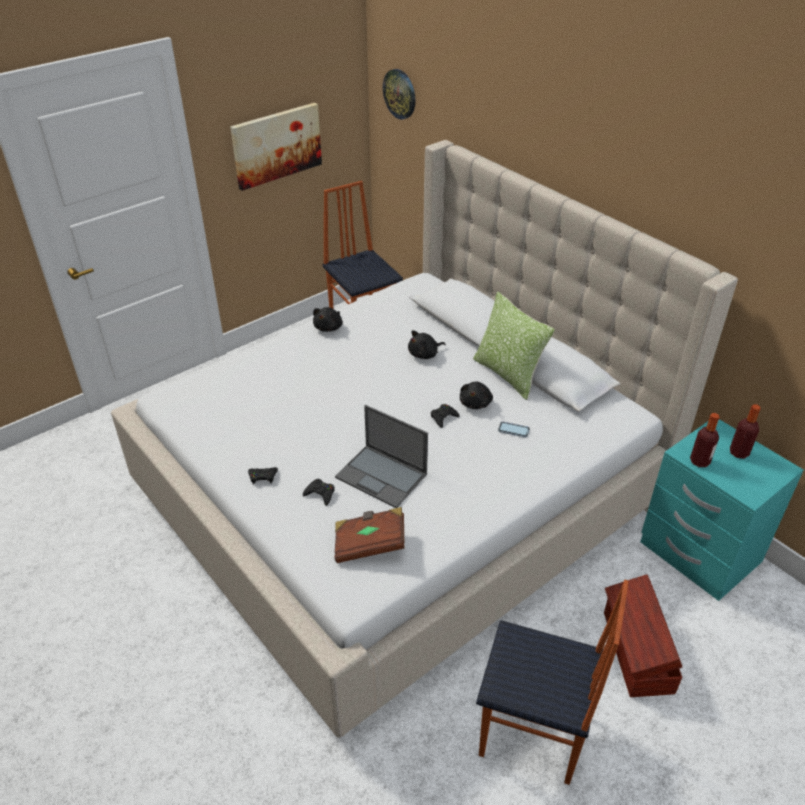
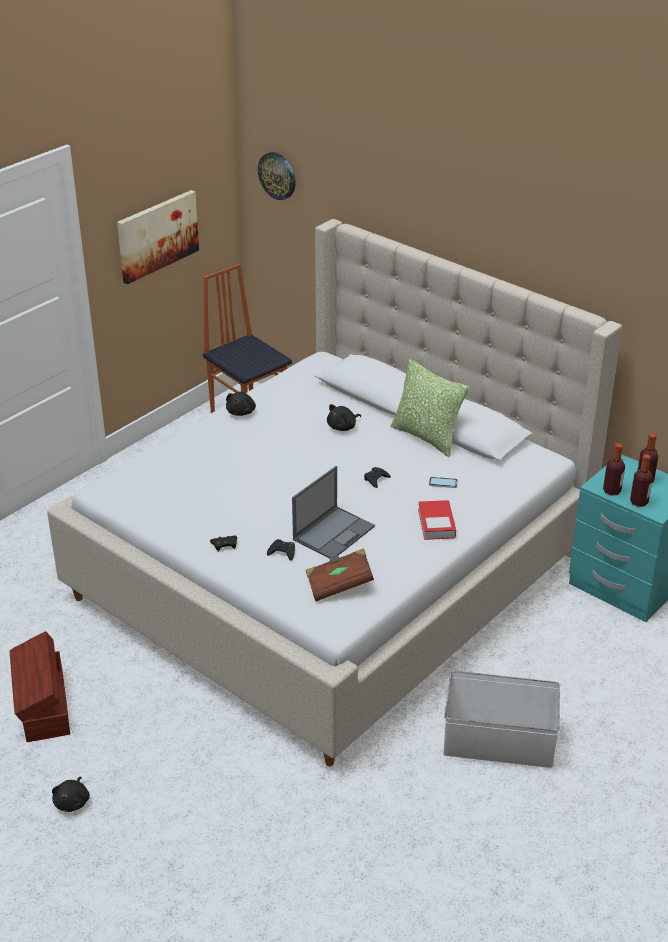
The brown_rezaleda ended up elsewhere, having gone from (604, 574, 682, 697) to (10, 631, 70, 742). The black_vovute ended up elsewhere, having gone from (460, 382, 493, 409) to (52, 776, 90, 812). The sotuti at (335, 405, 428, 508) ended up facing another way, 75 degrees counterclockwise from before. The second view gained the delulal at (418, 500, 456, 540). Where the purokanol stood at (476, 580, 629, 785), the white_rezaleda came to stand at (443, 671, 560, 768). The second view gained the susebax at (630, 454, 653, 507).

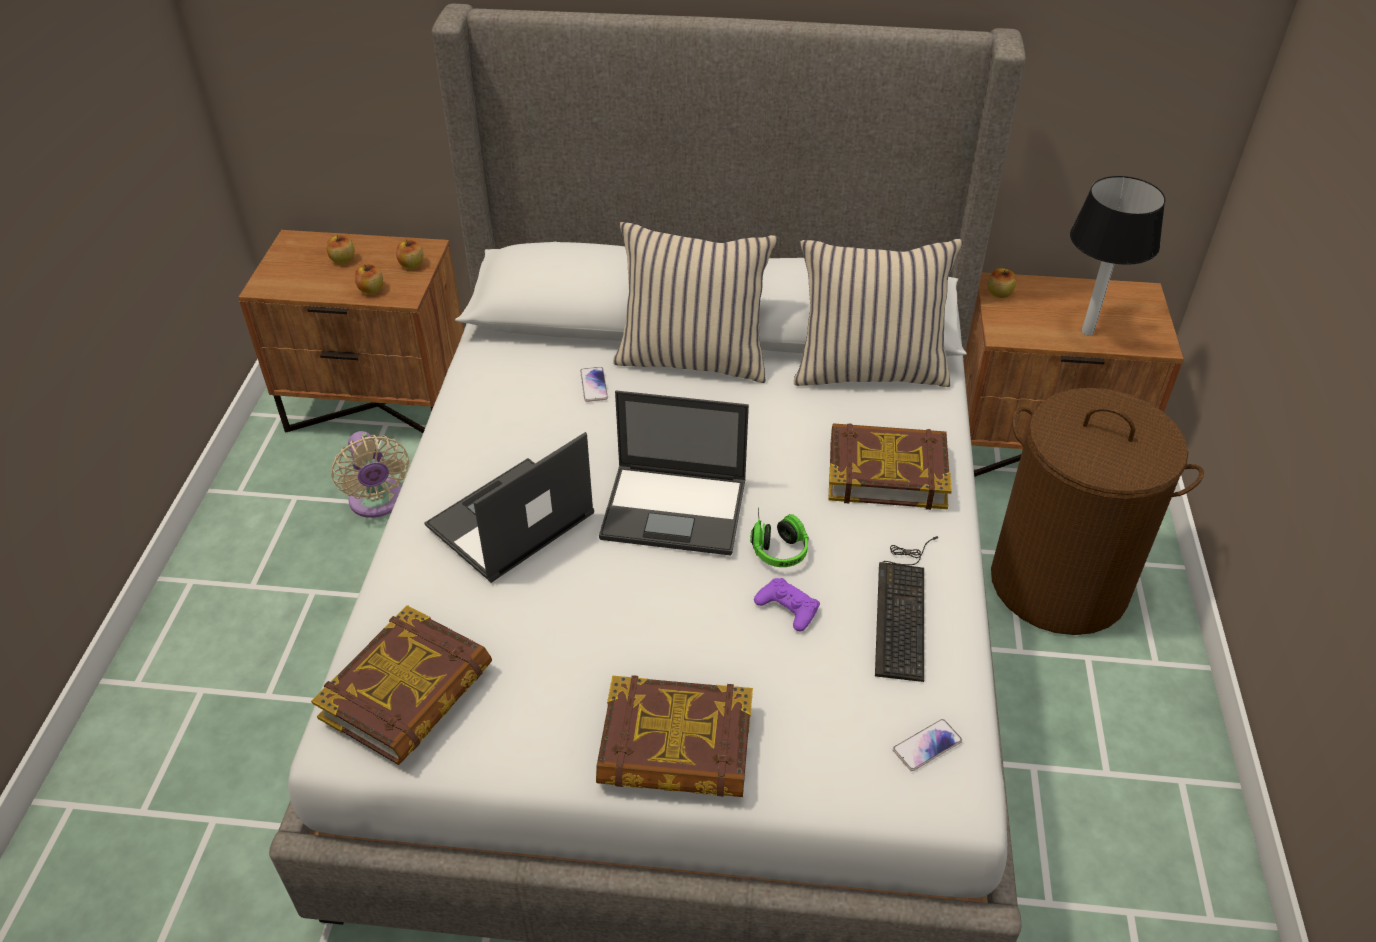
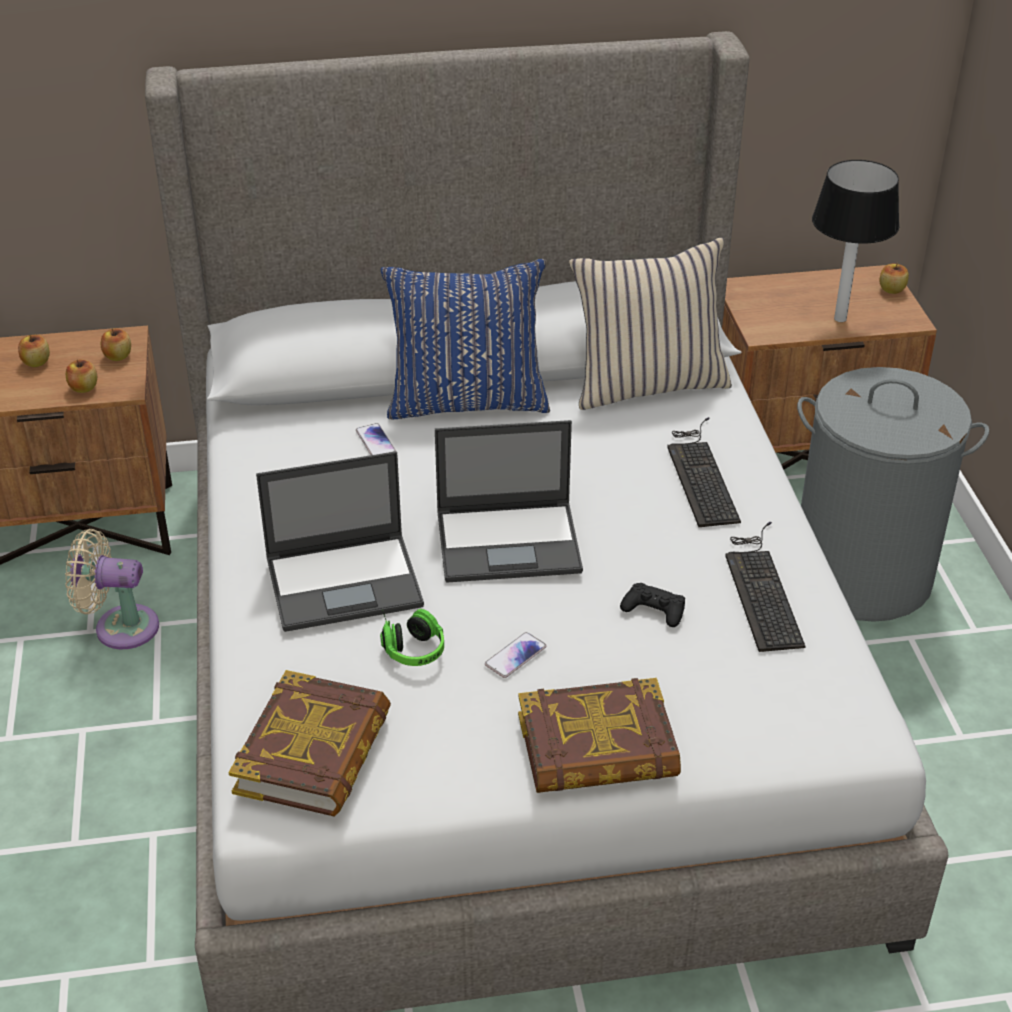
The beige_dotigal at (331, 431, 409, 518) ended up facing another way, 135 degrees clockwise from before. The sotuti at (424, 432, 594, 583) ended up facing another way, 135 degrees counterclockwise from before. The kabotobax ended up elsewhere, having gone from (750, 508, 809, 567) to (380, 609, 444, 666). What was the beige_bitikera at (613, 222, 778, 383) turned into the blue_bitikera at (381, 258, 550, 419). The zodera ended up elsewhere, having gone from (893, 719, 962, 771) to (485, 632, 547, 678). What was the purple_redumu at (754, 578, 820, 631) turned into the black_redumu at (620, 583, 685, 627). Where the delulal stood at (829, 423, 952, 510), the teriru came to stand at (667, 417, 741, 527). What was the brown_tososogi at (991, 388, 1204, 635) turned into the grey_tososogi at (797, 367, 989, 622). The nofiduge ended up elsewhere, having gone from (988, 268, 1016, 298) to (879, 263, 909, 294).

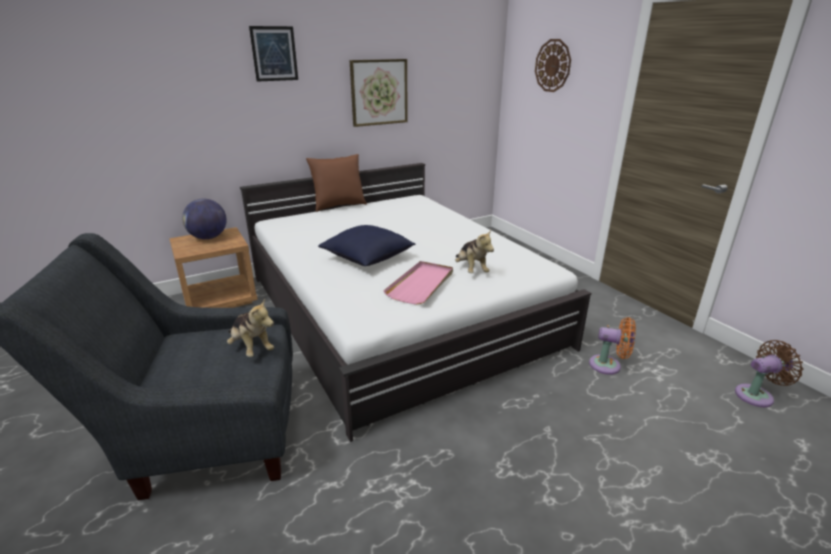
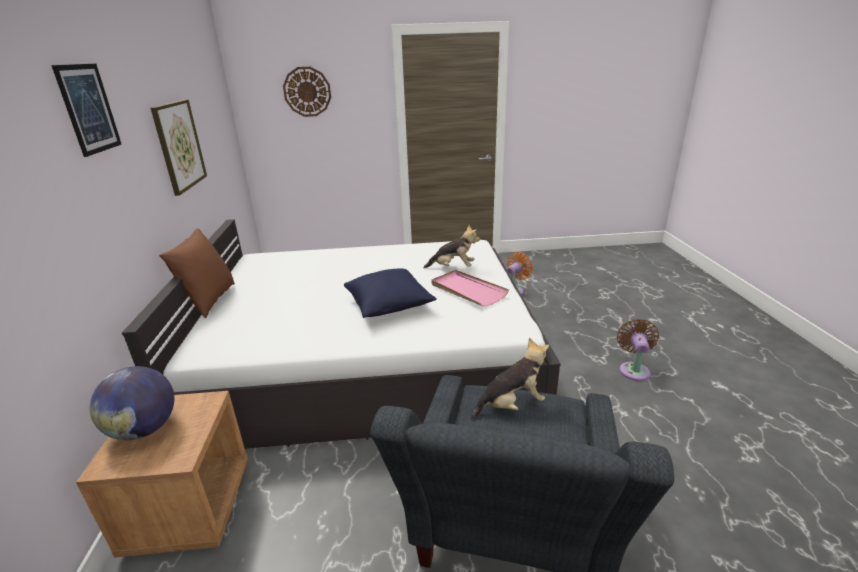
The brown_dotigal ended up elsewhere, having gone from (735, 340, 804, 407) to (617, 319, 659, 381).

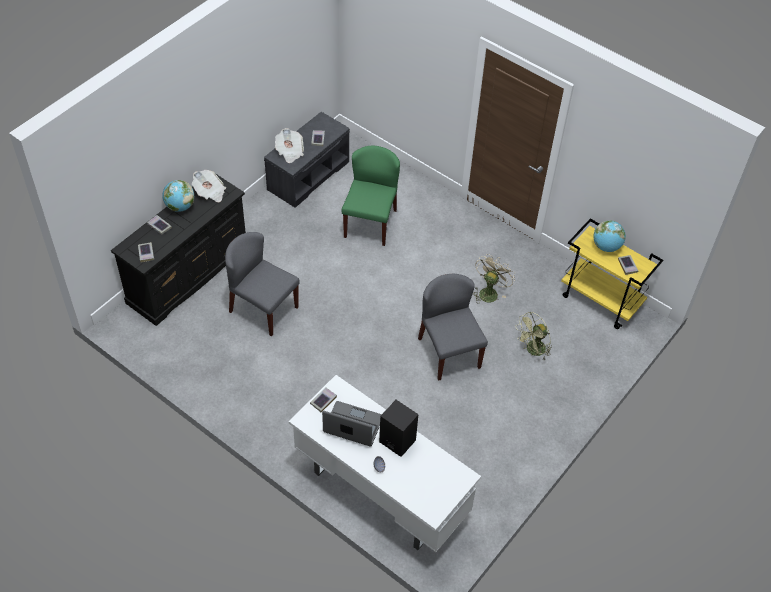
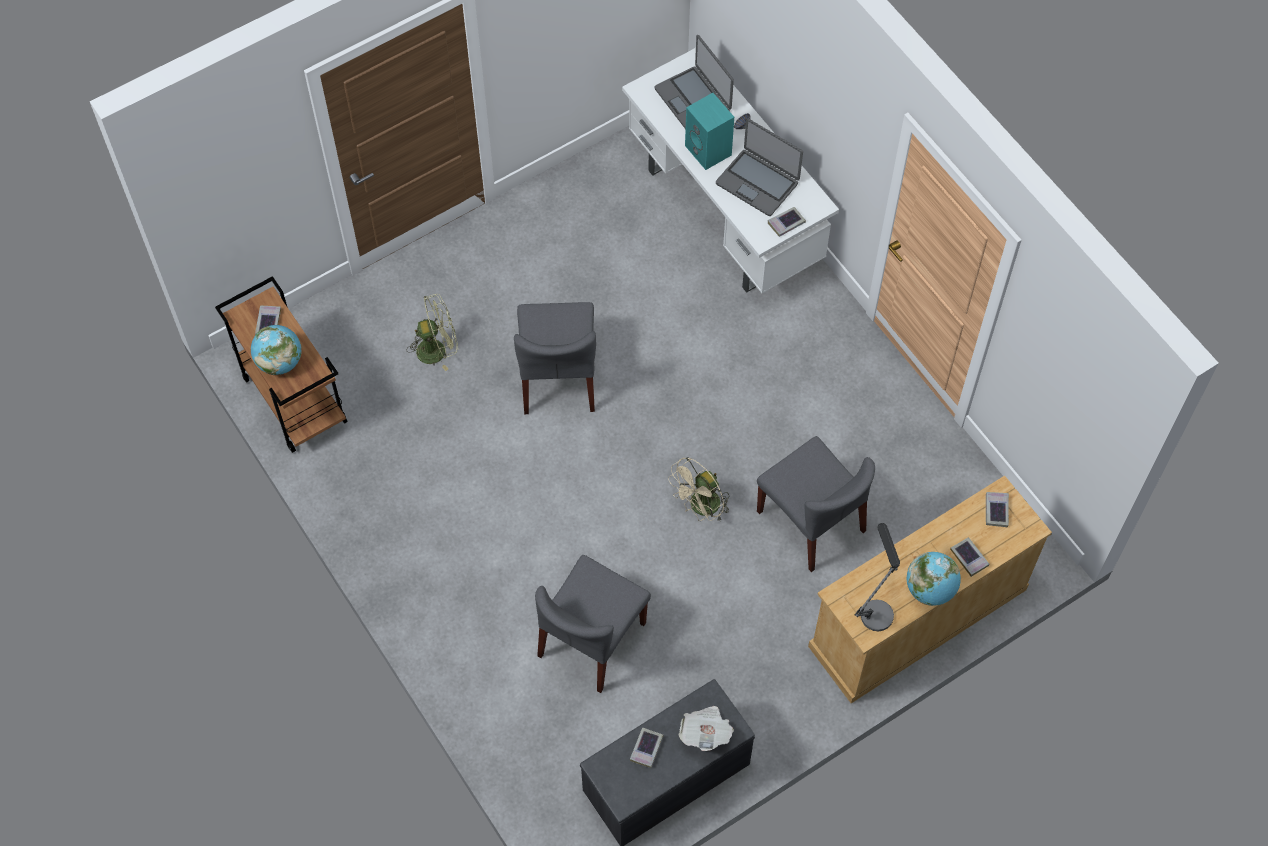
What was the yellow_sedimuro at (561, 218, 663, 329) turned into the brown_sedimuro at (215, 276, 348, 453). What was the green_purokanol at (341, 146, 400, 246) turned into the grey_purokanol at (535, 555, 651, 693). The second view gained the sotuti at (654, 35, 734, 129). The beige_dotigal ended up elsewhere, having gone from (474, 254, 515, 304) to (668, 457, 729, 522). What was the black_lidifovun at (379, 400, 419, 457) turned into the turquoise_lidifovun at (685, 93, 734, 170). What was the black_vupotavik at (111, 173, 246, 326) turned into the beige_vupotavik at (808, 476, 1052, 703). Where the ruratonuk stood at (192, 170, 226, 202), the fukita came to stand at (855, 523, 900, 631).

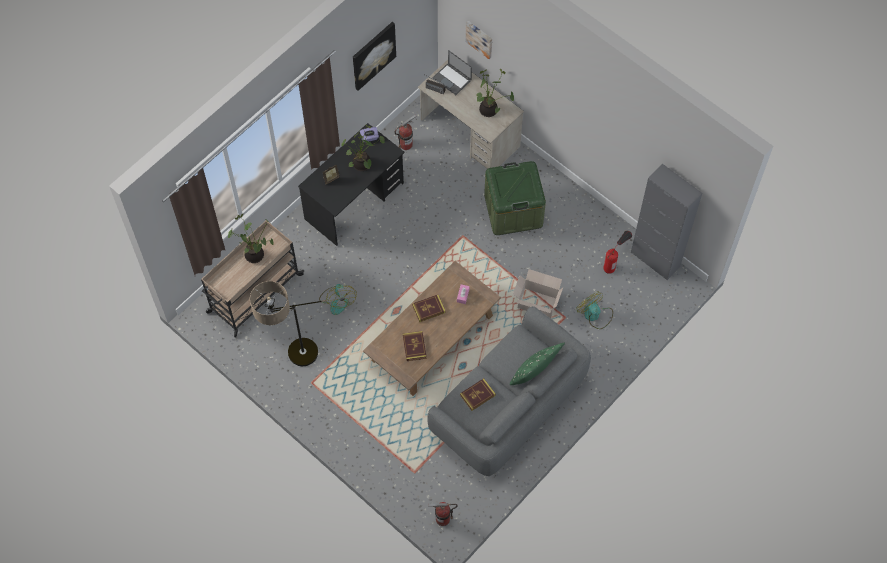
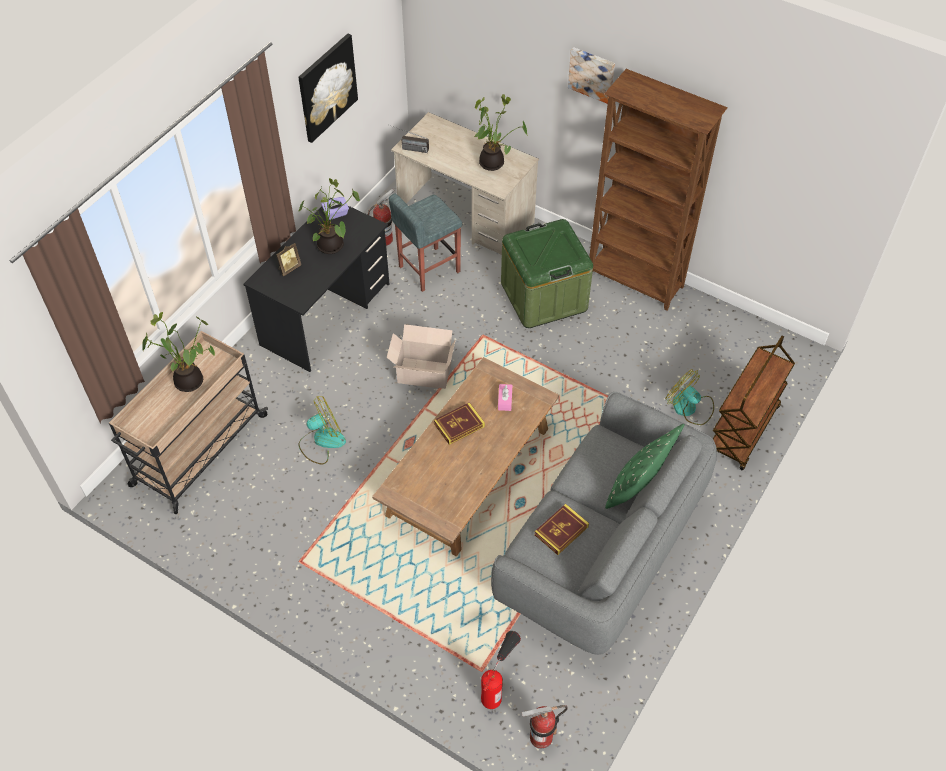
The dotigal at (319, 284, 357, 315) ended up facing another way, 90 degrees counterclockwise from before. The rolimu ended up elsewhere, having gone from (513, 269, 563, 318) to (387, 324, 456, 389). The second view gained the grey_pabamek at (389, 193, 462, 292). The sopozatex ended up elsewhere, having gone from (603, 231, 632, 274) to (481, 631, 521, 709). The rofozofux ended up elsewhere, having gone from (466, 21, 492, 59) to (568, 47, 615, 104). The second view gained the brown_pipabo at (589, 69, 728, 311). The second view gained the brown_sedimuro at (713, 336, 795, 471). The second view lost the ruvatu at (250, 281, 327, 366). The second view lost the delulal at (403, 331, 427, 361). The second view lost the sotuti at (432, 50, 472, 95). The second view lost the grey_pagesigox at (631, 164, 702, 280).

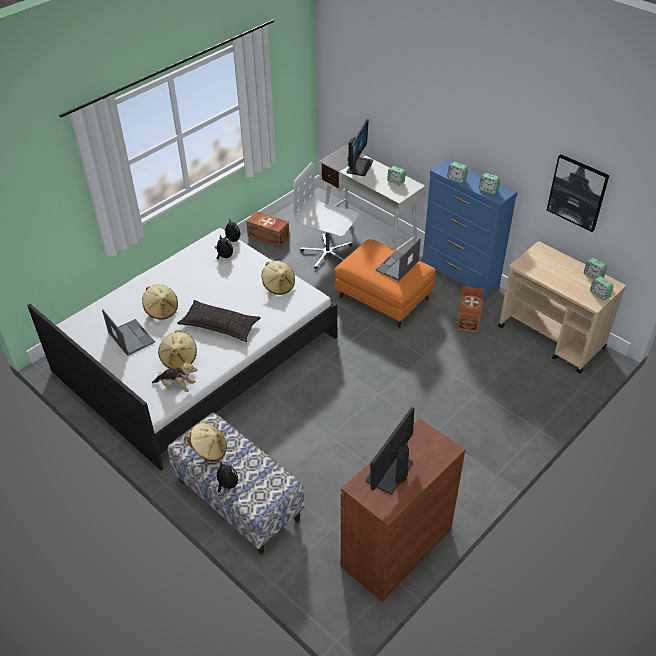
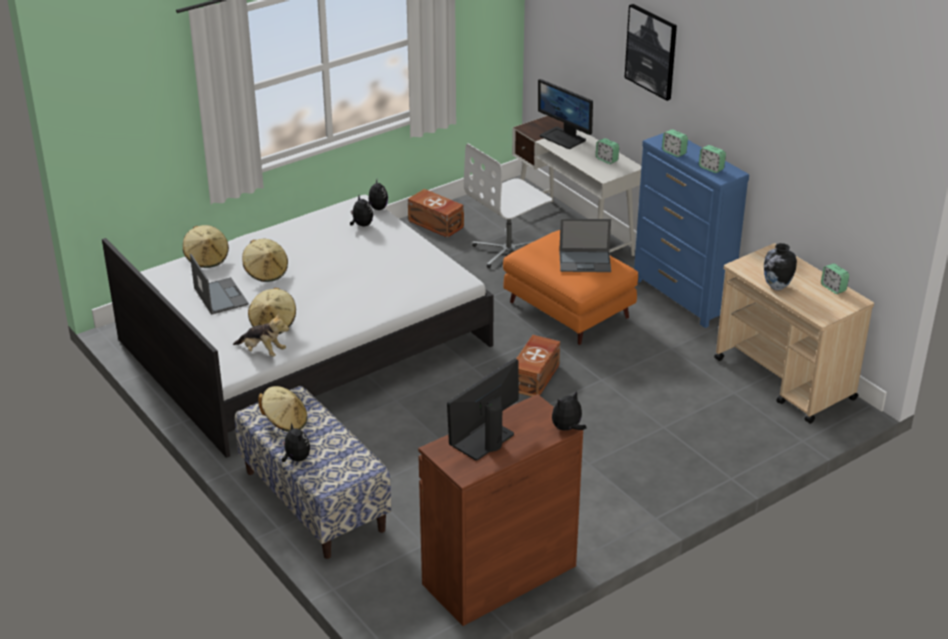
The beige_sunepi ended up elsewhere, having gone from (262, 261, 295, 295) to (183, 225, 229, 268). The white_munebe at (293, 162, 359, 269) ended up facing another way, 75 degrees counterclockwise from before. The brown_rezaleda ended up elsewhere, having gone from (457, 286, 484, 333) to (516, 335, 560, 397). The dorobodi at (347, 119, 373, 176) ended up facing another way, 105 degrees clockwise from before. The second view gained the vovute at (552, 391, 587, 430). The sotuti at (375, 238, 421, 281) ended up facing another way, 135 degrees counterclockwise from before. The rofozofux ended up elsewhere, having gone from (547, 154, 609, 232) to (625, 4, 677, 101). The second view gained the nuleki at (764, 243, 797, 290). The second view lost the bitikera at (177, 300, 261, 342). The second view lost the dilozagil at (590, 276, 614, 300).

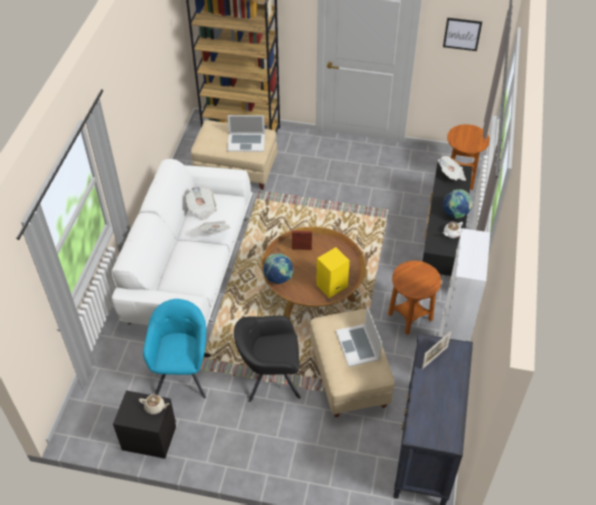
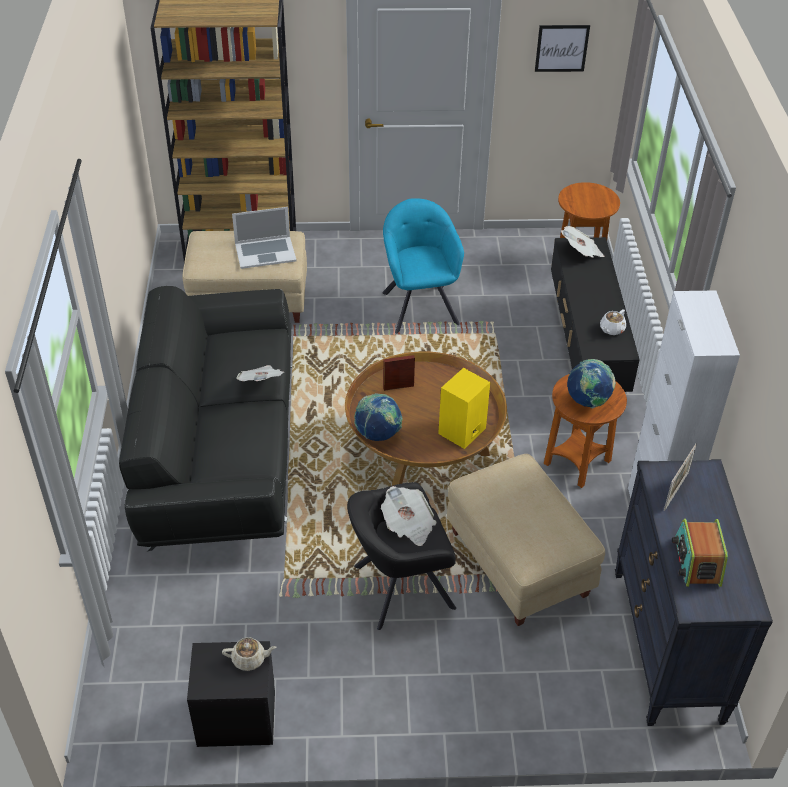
What was the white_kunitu at (112, 159, 253, 328) turned into the black_kunitu at (119, 286, 293, 551). The ruratonuk ended up elsewhere, having gone from (186, 186, 217, 220) to (381, 486, 437, 546). The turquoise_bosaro ended up elsewhere, having gone from (143, 299, 211, 398) to (382, 198, 464, 333). The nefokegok ended up elsewhere, having gone from (443, 189, 472, 219) to (567, 359, 616, 408). The second view gained the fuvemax at (672, 519, 728, 587). The second view lost the sotuti at (336, 307, 382, 367).

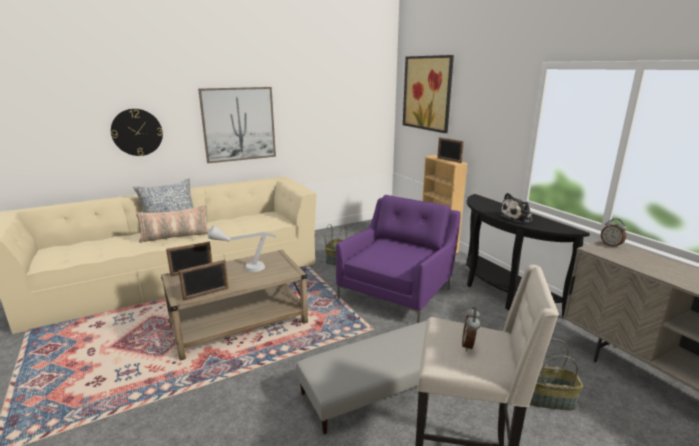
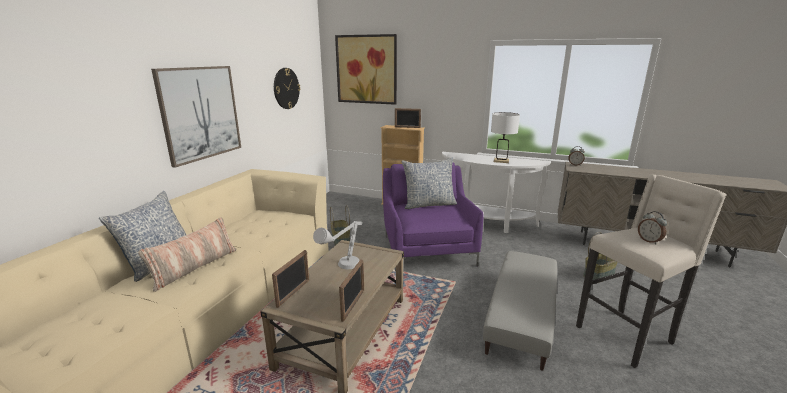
The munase ended up elsewhere, having gone from (111, 109, 163, 156) to (274, 68, 300, 109). The second view gained the bitikera at (402, 158, 457, 209). What was the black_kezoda at (466, 194, 590, 318) turned into the white_kezoda at (442, 152, 551, 233). Where the vovute stood at (499, 193, 533, 223), the white_fukita came to stand at (491, 112, 520, 163).

